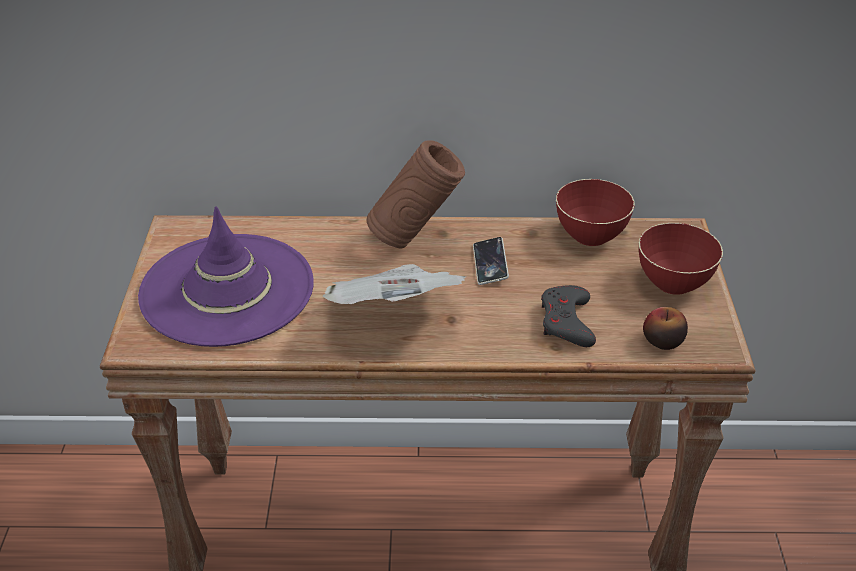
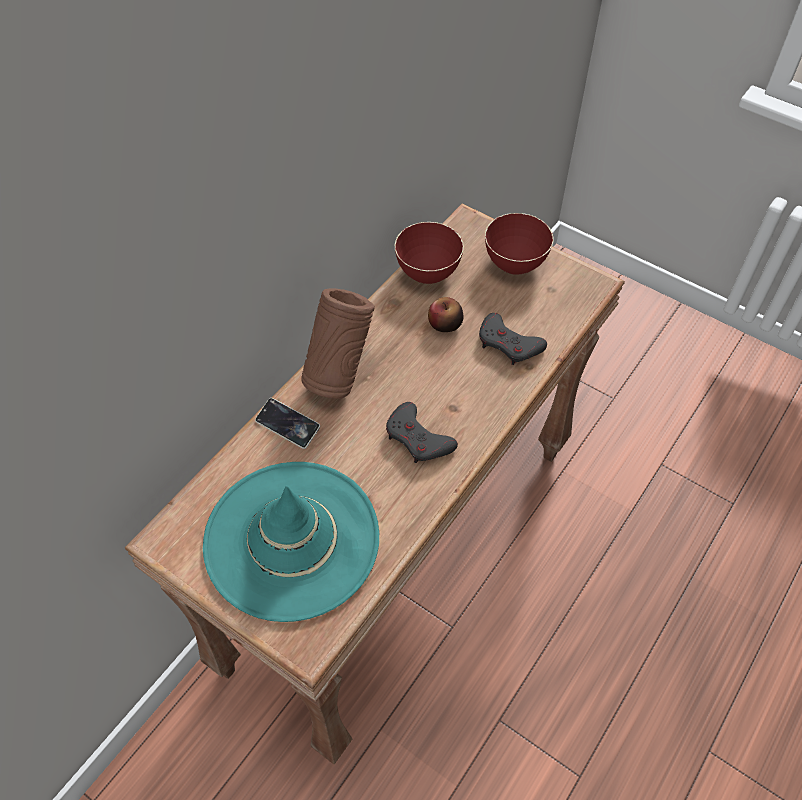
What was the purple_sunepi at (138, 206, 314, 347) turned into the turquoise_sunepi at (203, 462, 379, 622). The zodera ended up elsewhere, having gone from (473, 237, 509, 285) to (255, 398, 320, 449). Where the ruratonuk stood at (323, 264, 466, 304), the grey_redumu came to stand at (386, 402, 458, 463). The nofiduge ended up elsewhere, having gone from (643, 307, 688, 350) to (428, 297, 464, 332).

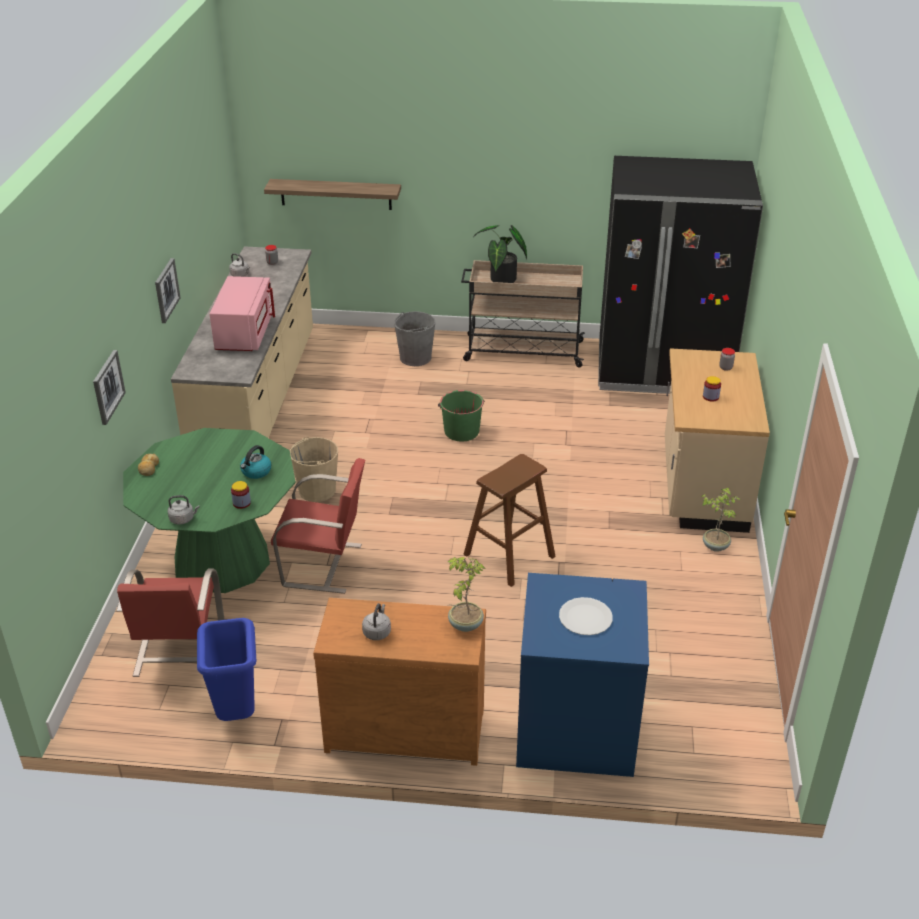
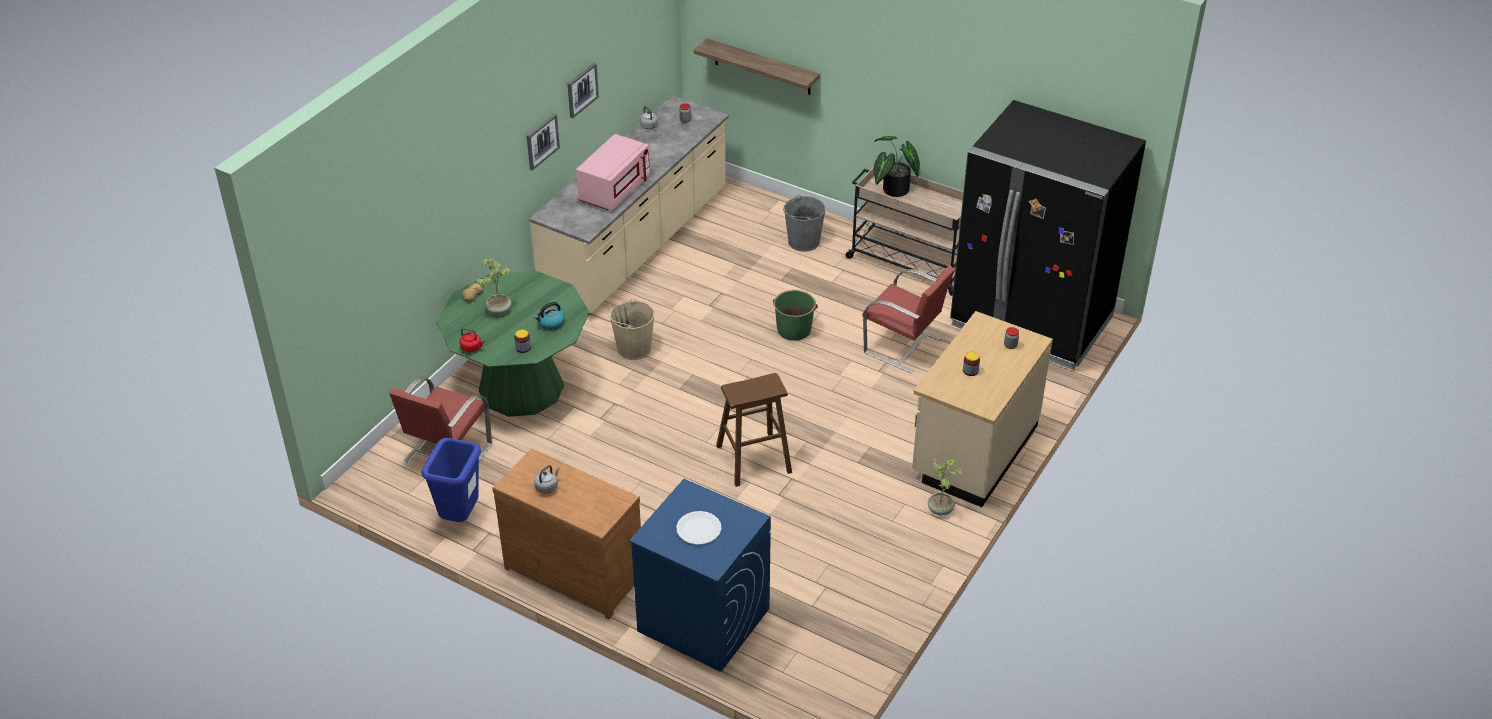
What was the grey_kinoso at (167, 495, 200, 524) turned into the red_kinoso at (460, 328, 485, 352). The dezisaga ended up elsewhere, having gone from (448, 557, 485, 632) to (476, 259, 511, 315). The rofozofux ended up elsewhere, having gone from (93, 350, 126, 425) to (567, 63, 599, 118). The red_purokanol ended up elsewhere, having gone from (271, 458, 365, 594) to (862, 266, 955, 373).

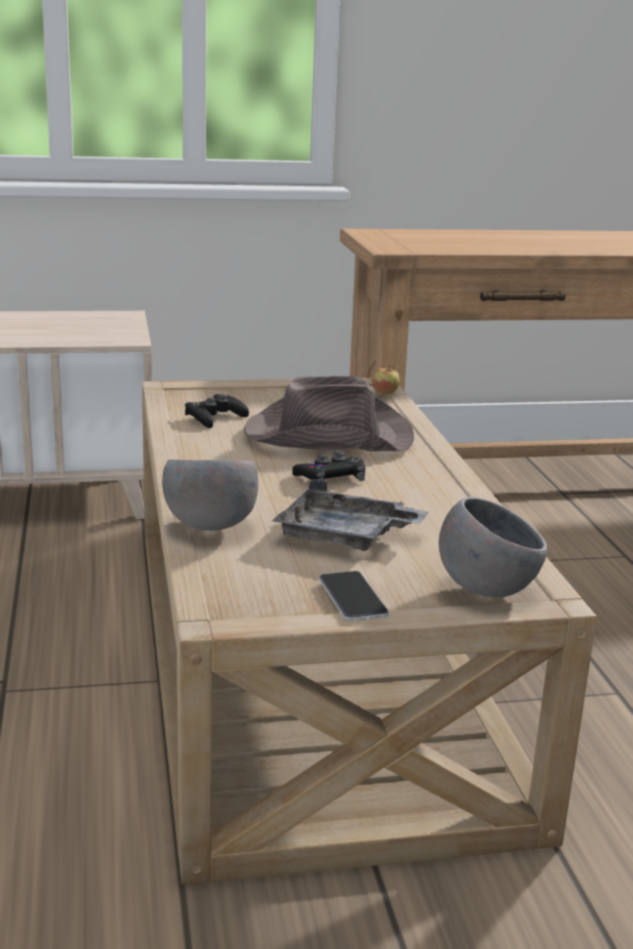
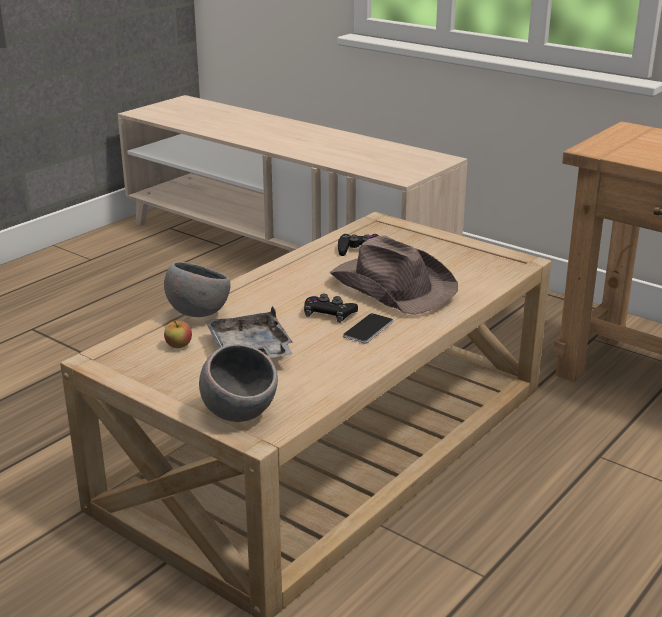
The nofiduge ended up elsewhere, having gone from (372, 364, 400, 395) to (164, 320, 192, 348). The zodera ended up elsewhere, having gone from (319, 571, 389, 621) to (343, 313, 393, 344).

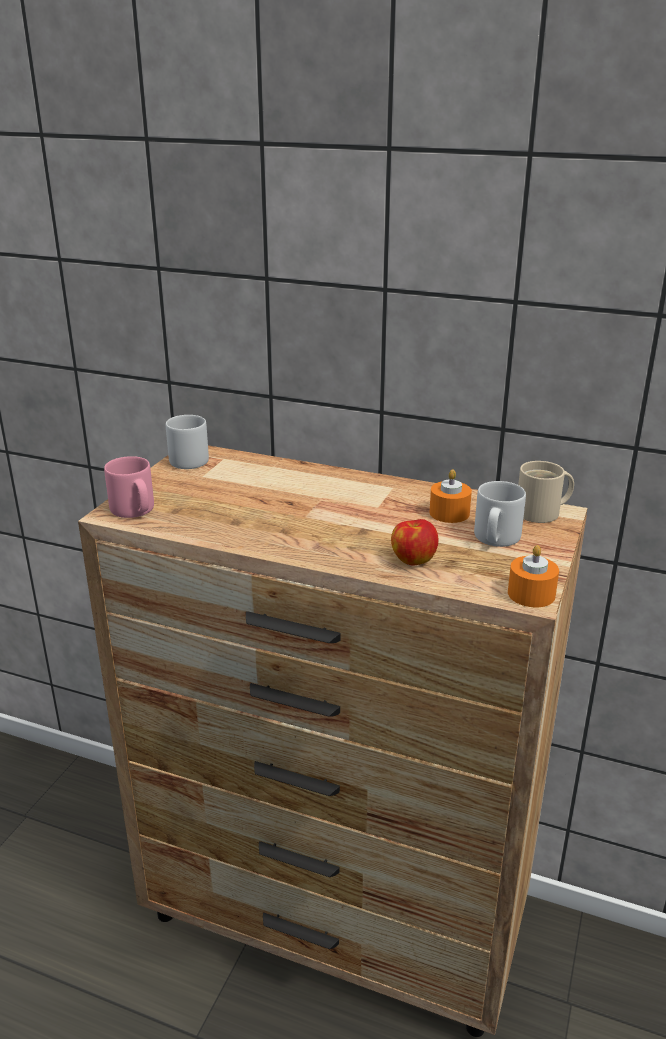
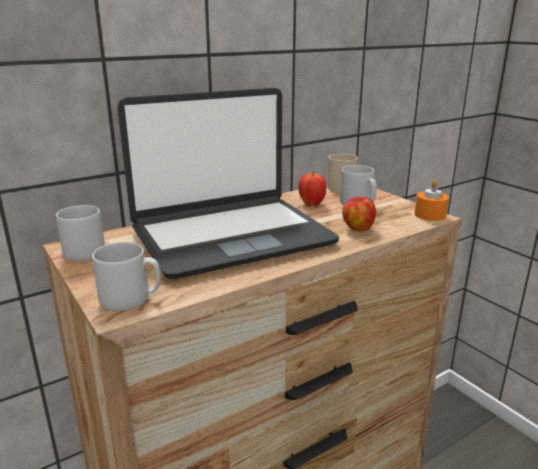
What was the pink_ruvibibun at (104, 456, 154, 518) turned into the grey_ruvibibun at (92, 242, 161, 311). The second view gained the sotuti at (117, 88, 339, 279). Where the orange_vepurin stood at (430, 470, 472, 523), the nofiduge came to stand at (299, 171, 327, 206).

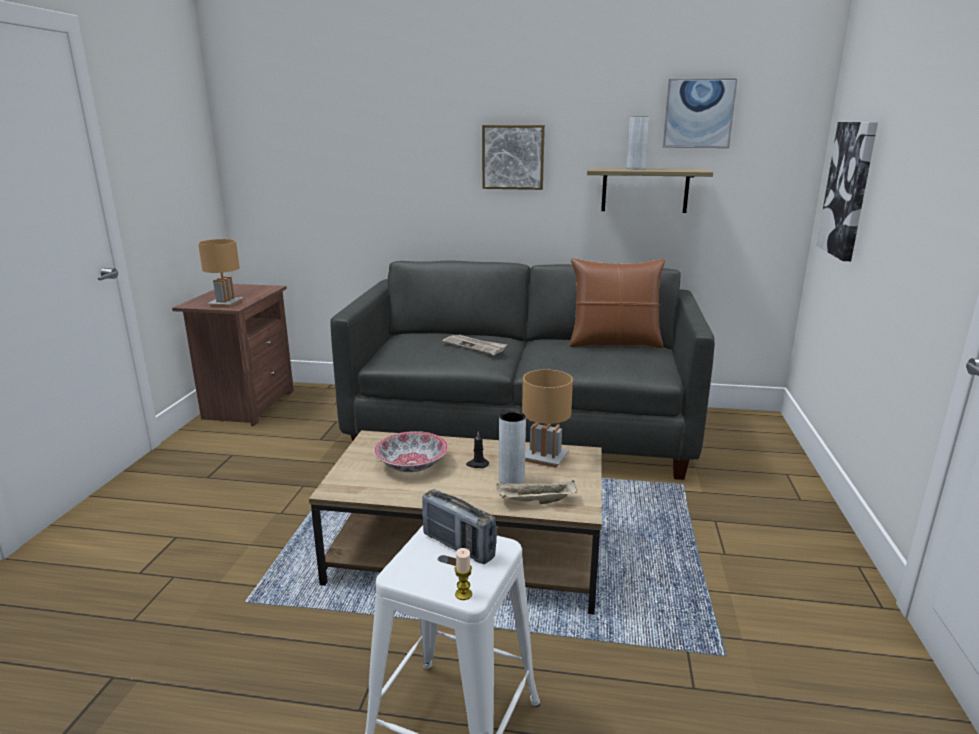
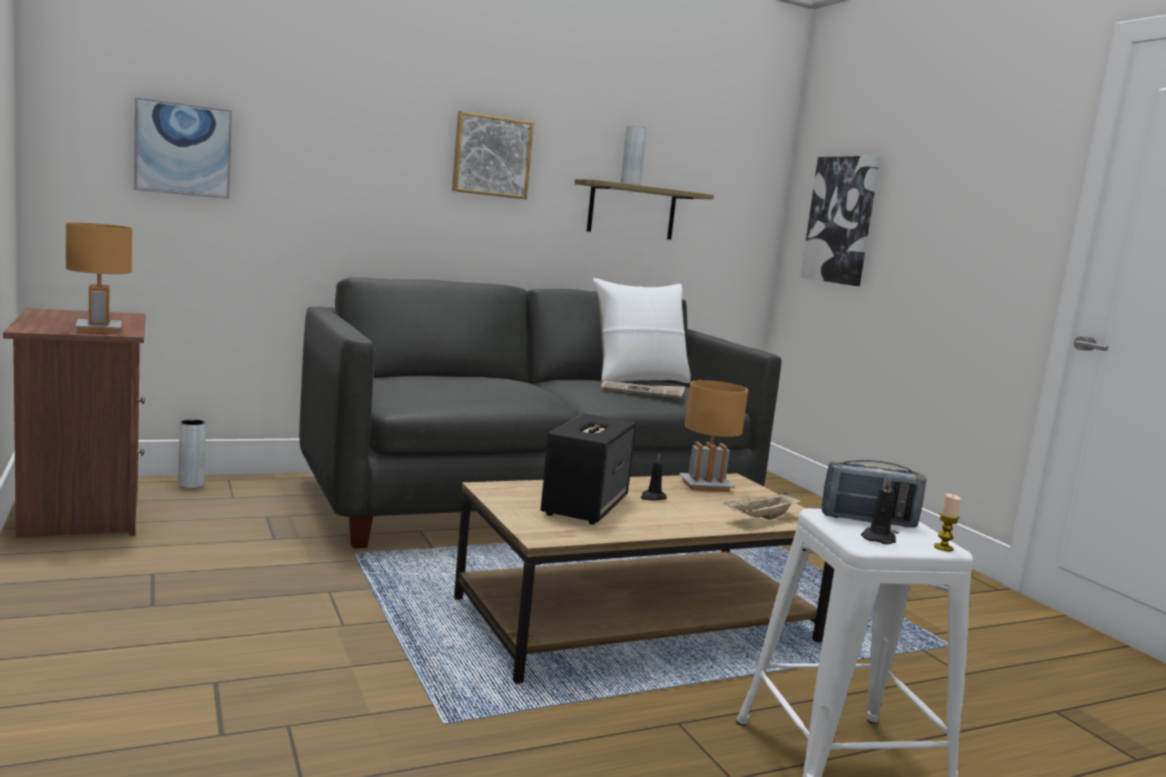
The rofozofux ended up elsewhere, having gone from (663, 78, 738, 148) to (134, 97, 232, 199). The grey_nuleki ended up elsewhere, having gone from (499, 411, 526, 484) to (178, 419, 206, 488). Where the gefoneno stood at (374, 431, 448, 472), the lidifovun came to stand at (541, 413, 636, 524). What was the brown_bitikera at (570, 258, 665, 348) turned into the white_bitikera at (593, 278, 691, 383). The ruratonuk ended up elsewhere, having gone from (442, 335, 507, 355) to (601, 381, 685, 398). The second view gained the black_vepurin at (861, 476, 896, 545).

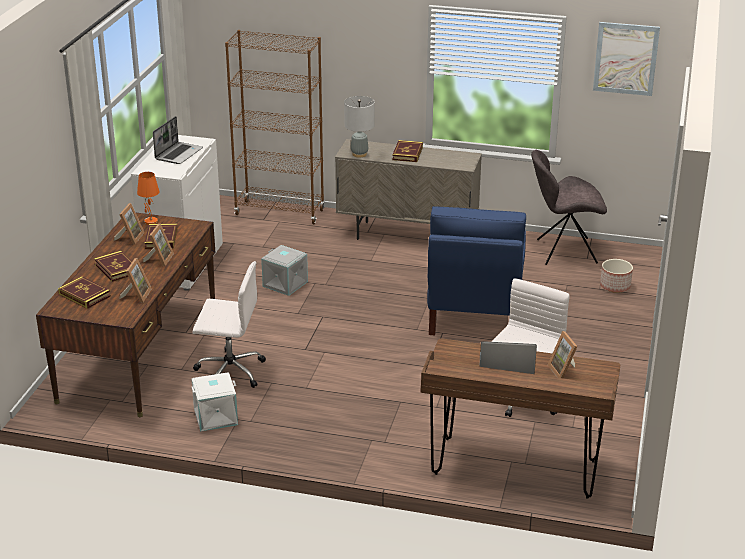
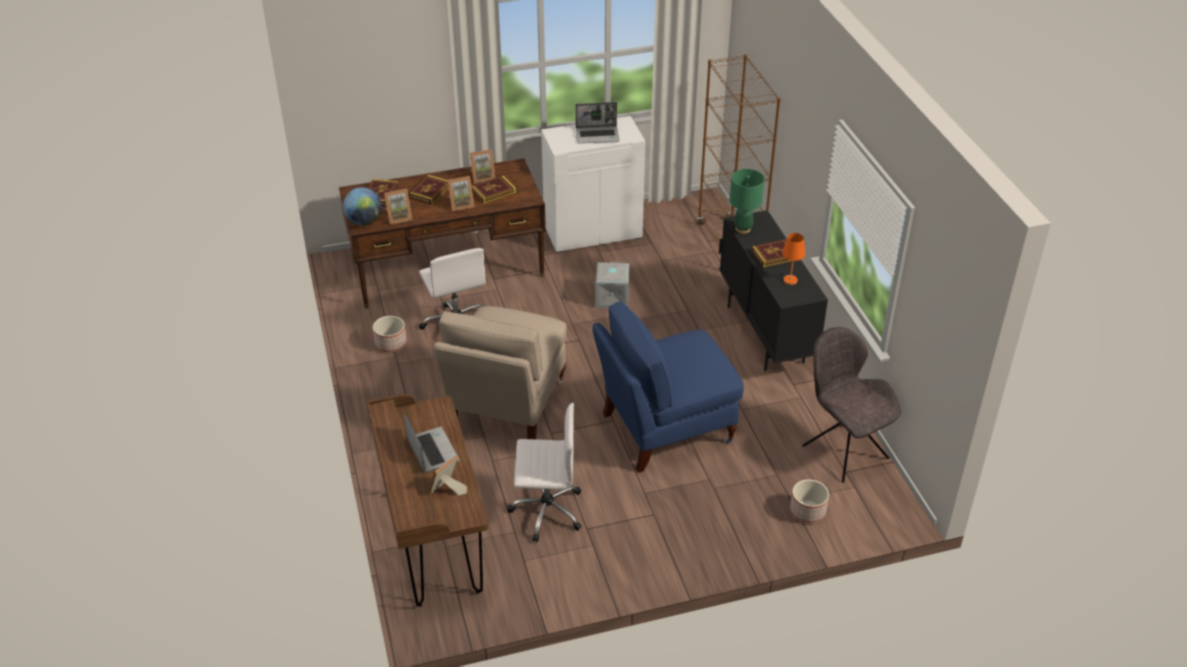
The second view gained the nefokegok at (343, 187, 382, 225). Where the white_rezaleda stood at (191, 372, 238, 431), the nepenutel came to stand at (373, 316, 407, 353). The second view gained the beige_purokanol at (434, 306, 567, 439). What was the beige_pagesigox at (335, 139, 482, 240) turned into the black_pagesigox at (719, 210, 828, 371). What was the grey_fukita at (344, 96, 375, 157) turned into the green_fukita at (729, 169, 764, 234). The orange_fukita ended up elsewhere, having gone from (137, 172, 160, 225) to (782, 233, 805, 285). The second view lost the rofozofux at (593, 22, 660, 96).

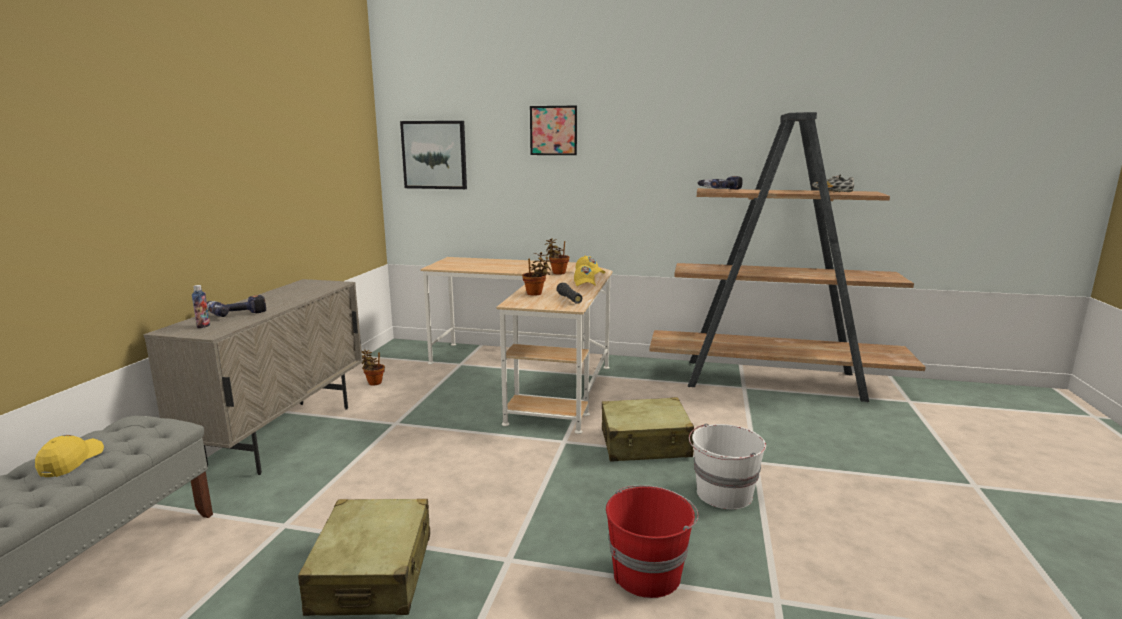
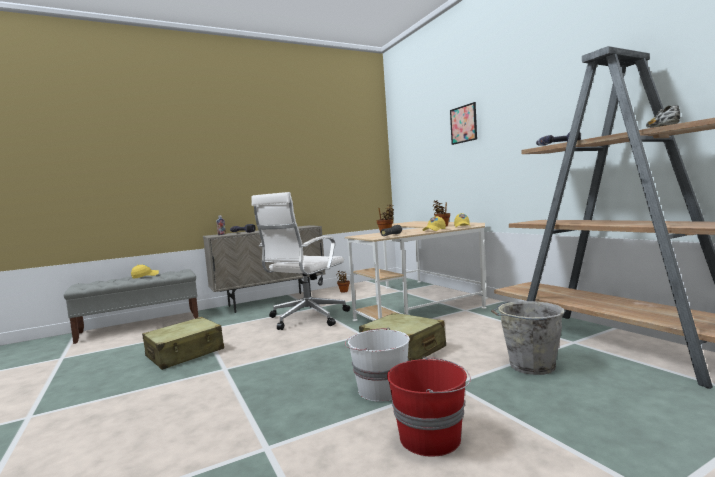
The second view gained the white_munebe at (251, 192, 350, 330). The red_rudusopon ended up elsewhere, having gone from (606, 485, 699, 598) to (387, 357, 471, 457). The second view gained the grey_rudusopon at (491, 301, 565, 375). The second view lost the rofozofux at (400, 121, 467, 189).

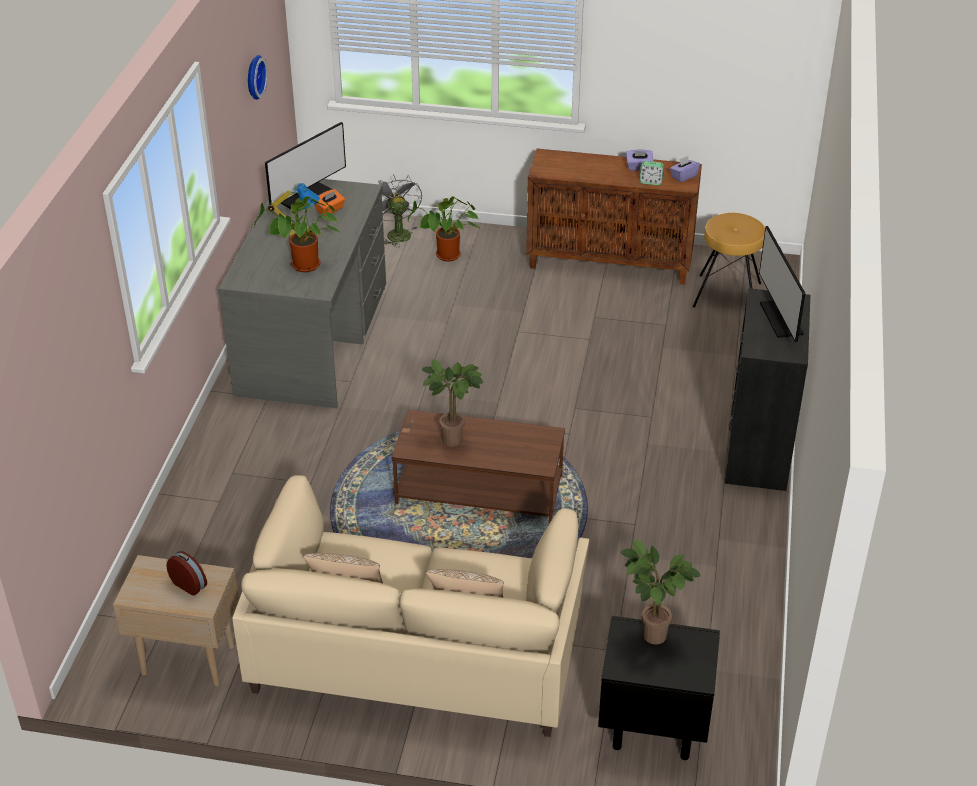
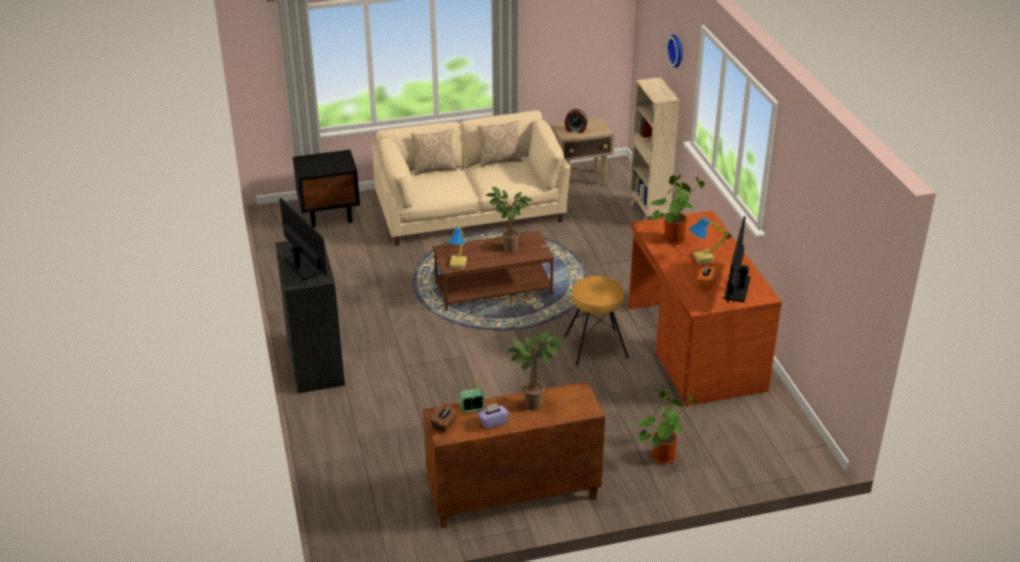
What was the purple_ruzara at (670, 156, 700, 182) turned into the brown_ruzara at (430, 403, 458, 432). The second view gained the fukita at (448, 226, 467, 269). The dezisaga ended up elsewhere, having gone from (620, 539, 700, 645) to (506, 331, 566, 410). The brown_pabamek ended up elsewhere, having gone from (693, 213, 765, 307) to (564, 276, 629, 365). The second view gained the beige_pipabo at (629, 77, 679, 220). What was the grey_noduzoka at (218, 179, 386, 408) turned into the brown_noduzoka at (629, 211, 782, 406). The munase ended up elsewhere, having gone from (248, 55, 268, 100) to (667, 35, 683, 68). The second view lost the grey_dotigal at (378, 175, 422, 247).

